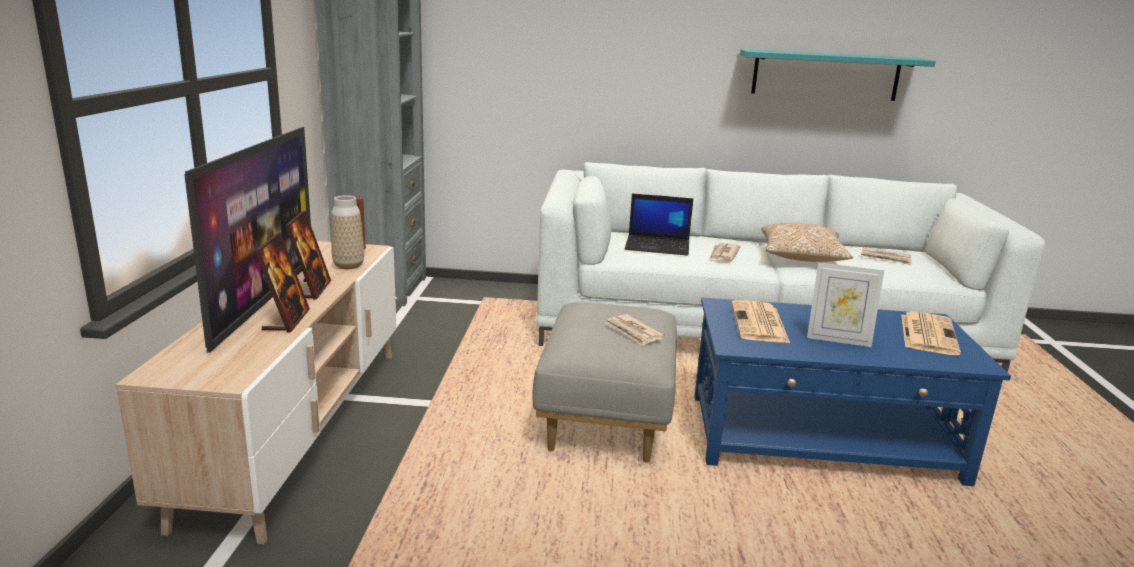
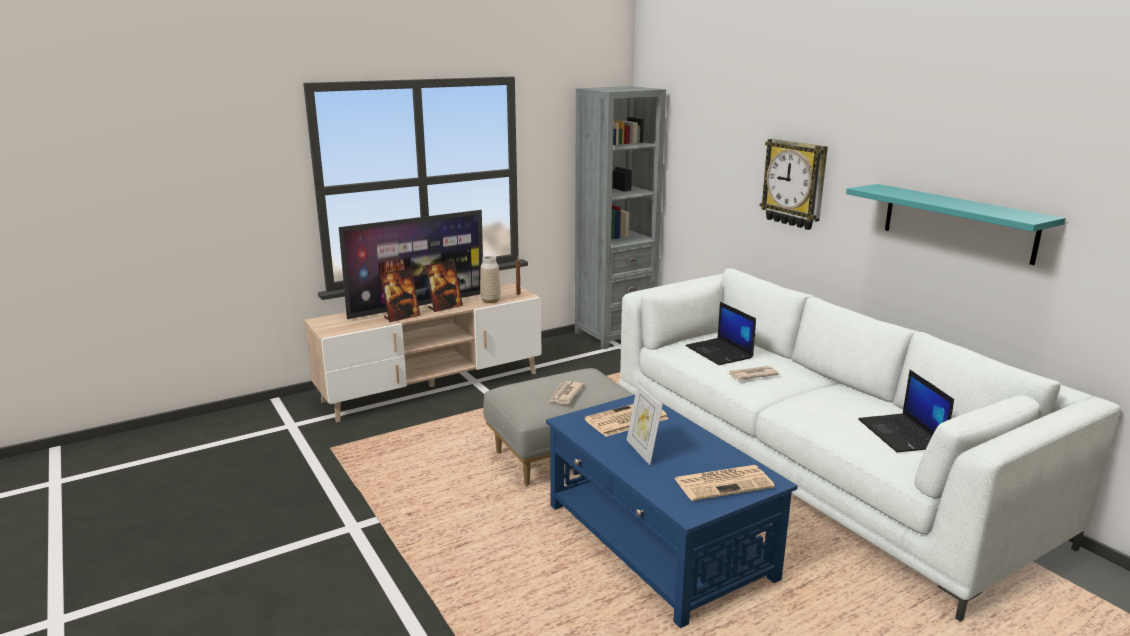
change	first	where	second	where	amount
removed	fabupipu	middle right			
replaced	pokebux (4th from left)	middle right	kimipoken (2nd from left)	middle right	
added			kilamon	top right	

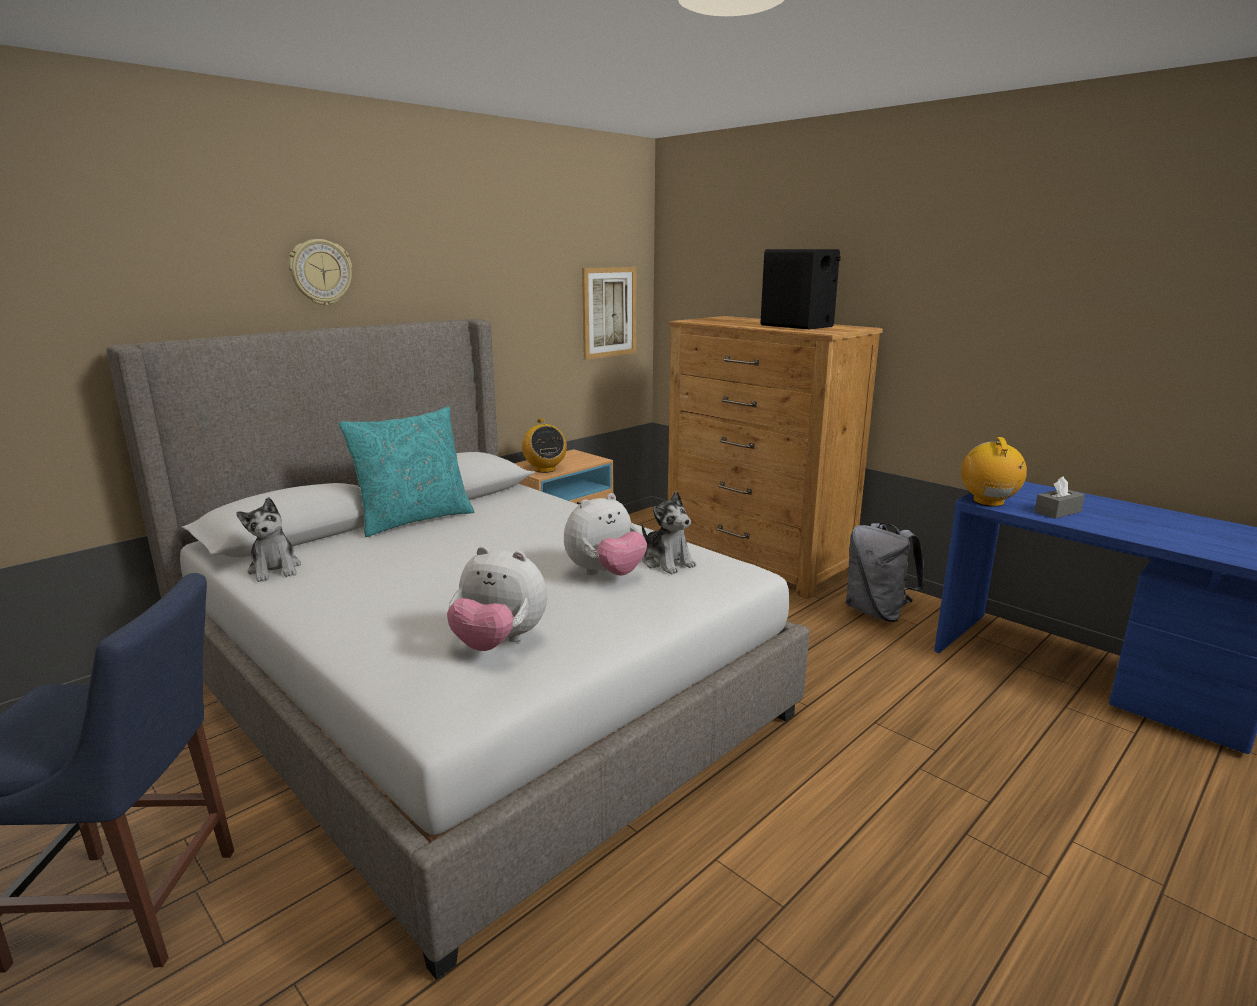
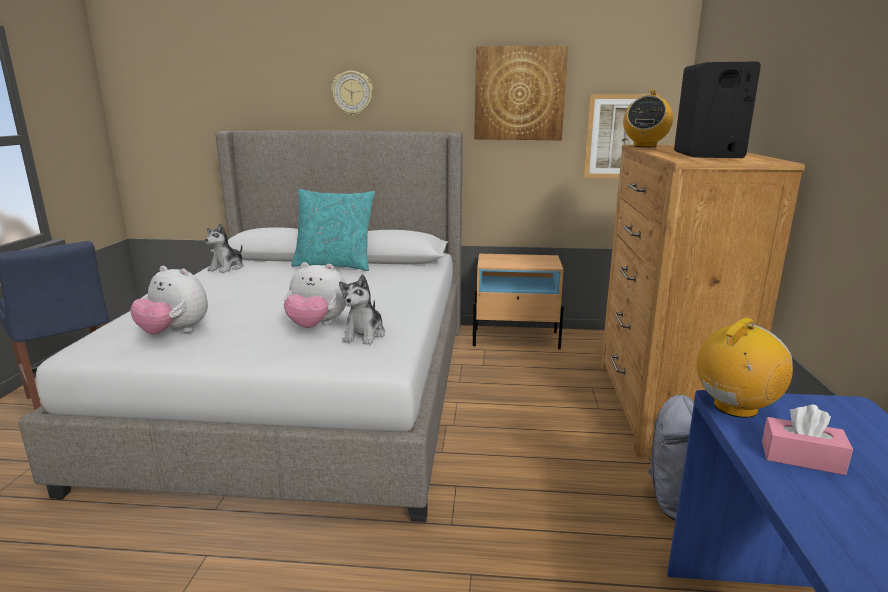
change	first	where	second	where	amount
turned	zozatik (2nd from left in the first image)	centre	zozatik (1st from left)	middle left	45 degrees counterclockwise
moved	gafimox (1st from left)	centre		top right	
recoloured	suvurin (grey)	middle right	suvurin (pink)	bottom right	
added			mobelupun (1st from left)	top centre	

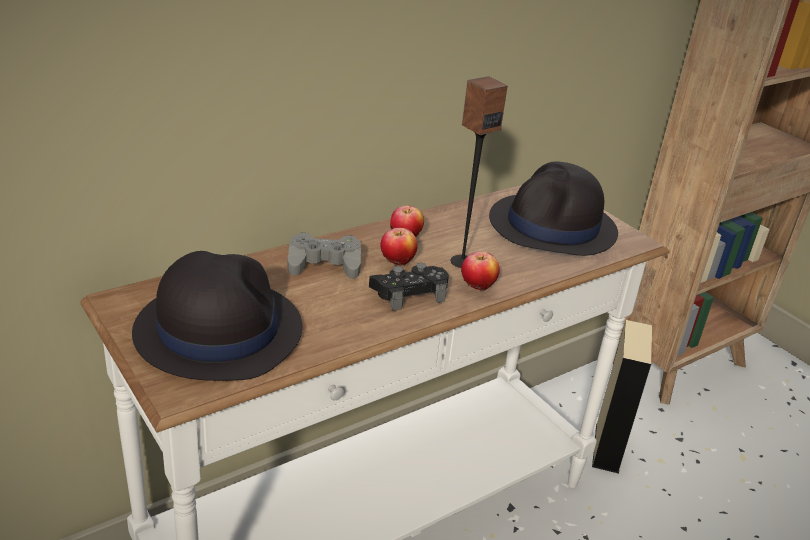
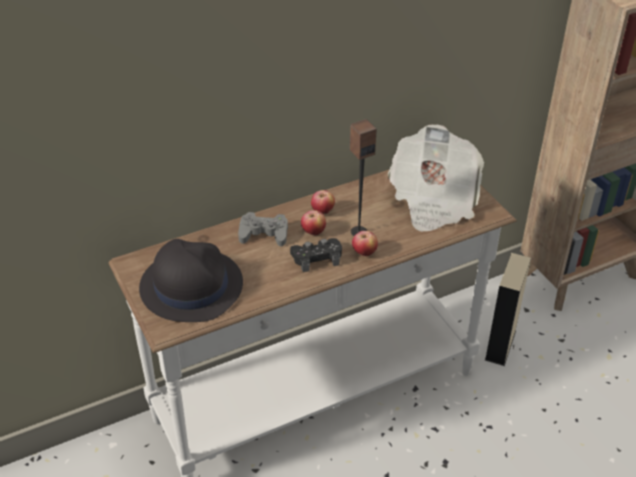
change	first	where	second	where	amount
replaced	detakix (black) (2nd from left)	middle right	pokebux	middle right	

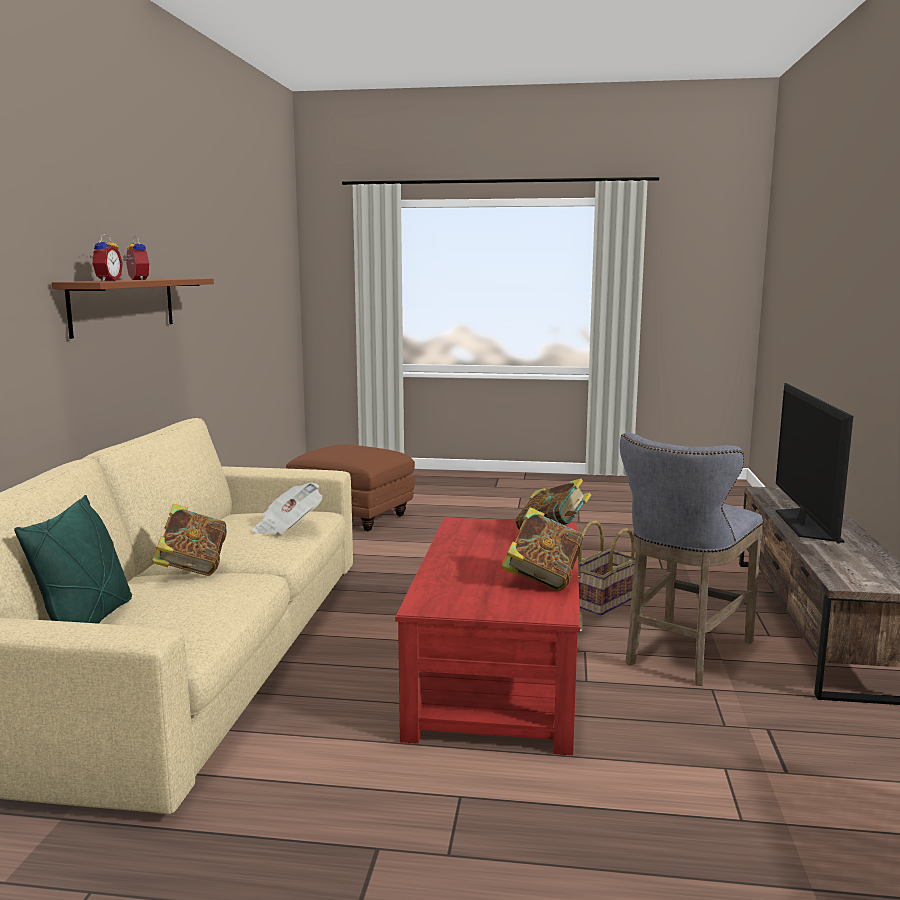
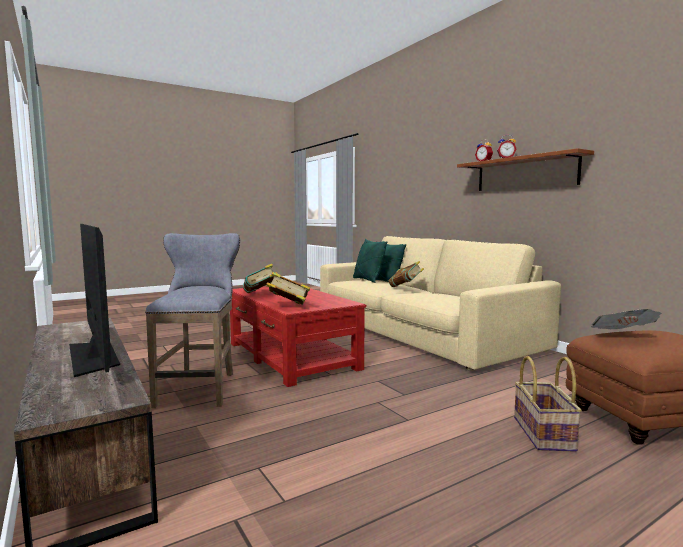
change	first	where	second	where	amount
moved	pokebux	middle left		middle right	
moved	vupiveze	middle right		bottom right	
added			fabupipu (green) (1st from left)	centre	

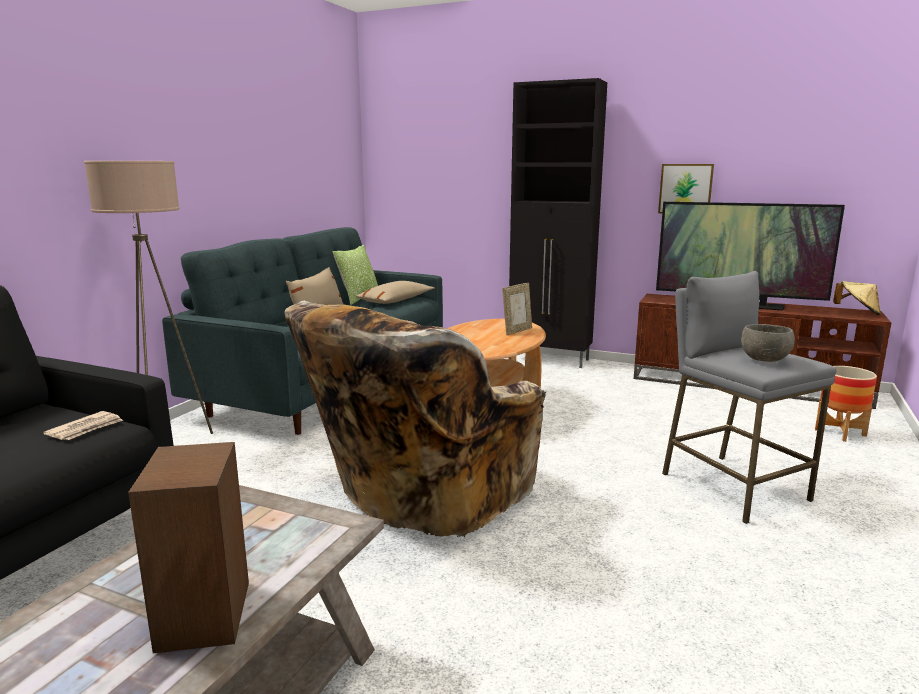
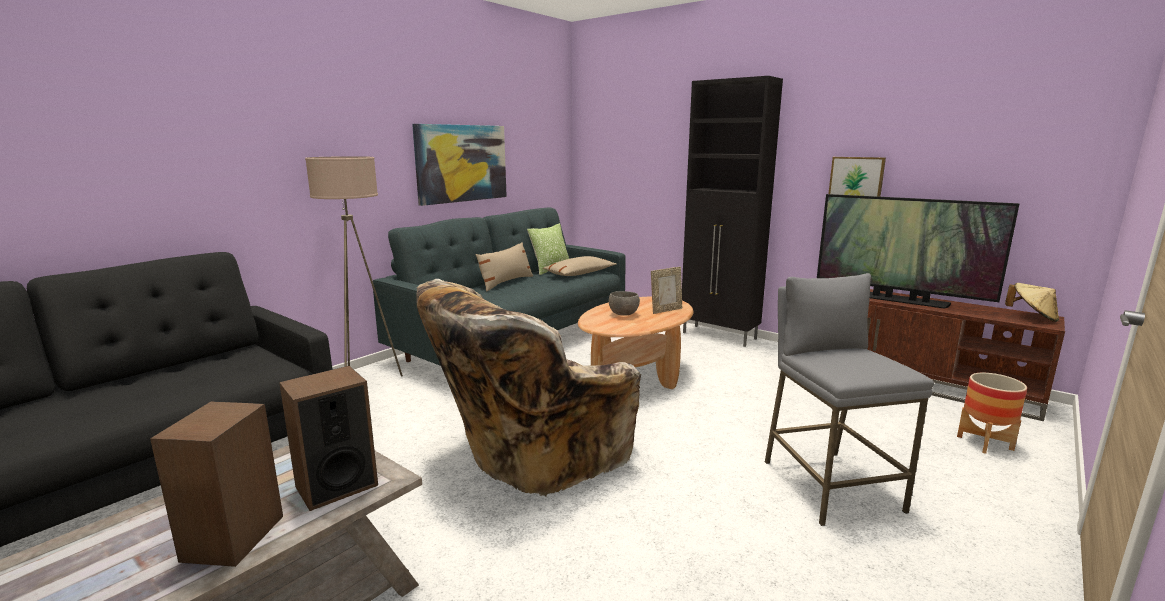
change	first	where	second	where	amount
removed	pokebux	middle left			
moved	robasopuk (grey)	middle right		centre	
added			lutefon (2nd from left)	bottom left	
added			mobelupun (1st from left)	top centre	

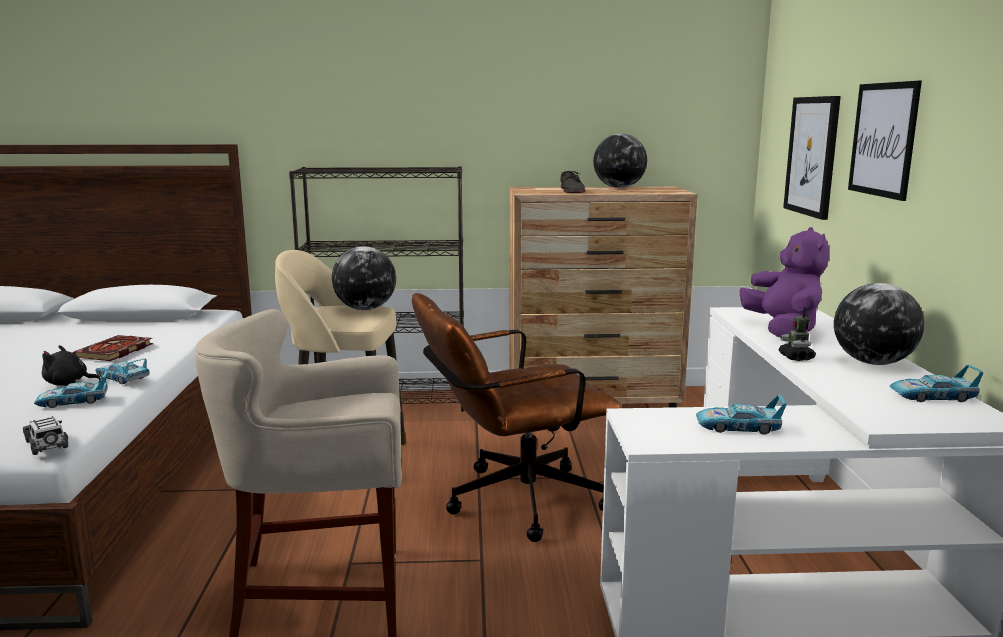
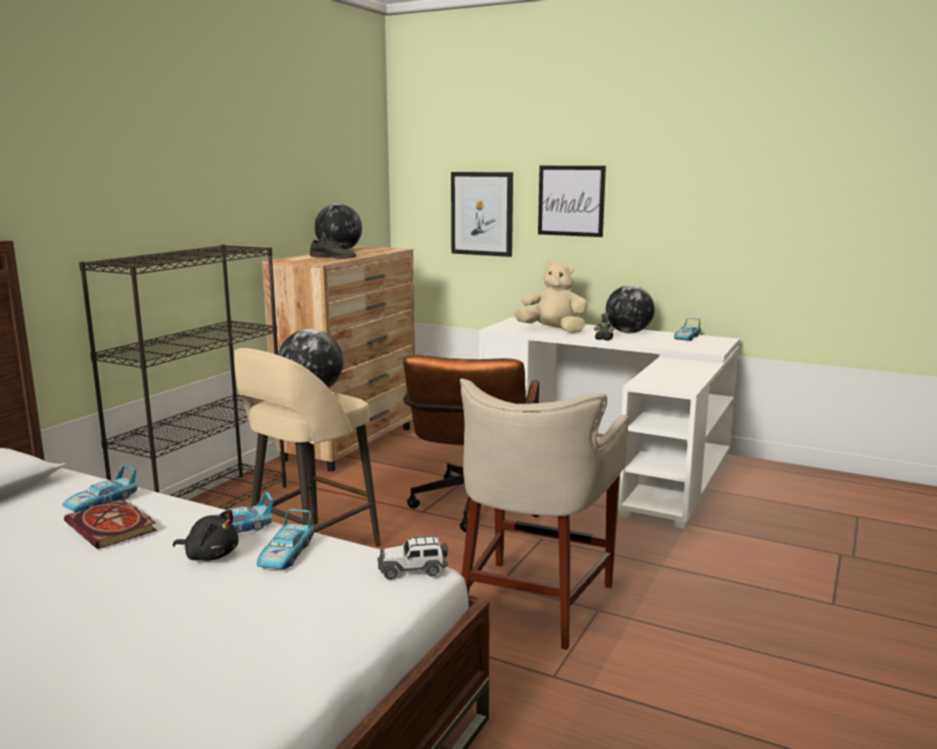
change	first	where	second	where	amount
turned	zozatik (black)	middle left		bottom left	105 degrees counterclockwise
moved	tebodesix (4th from left in the first image)	middle right	tebodesix (1st from left)	middle left	
recoloured	zozatik (purple)	middle right	zozatik (beige)	centre	

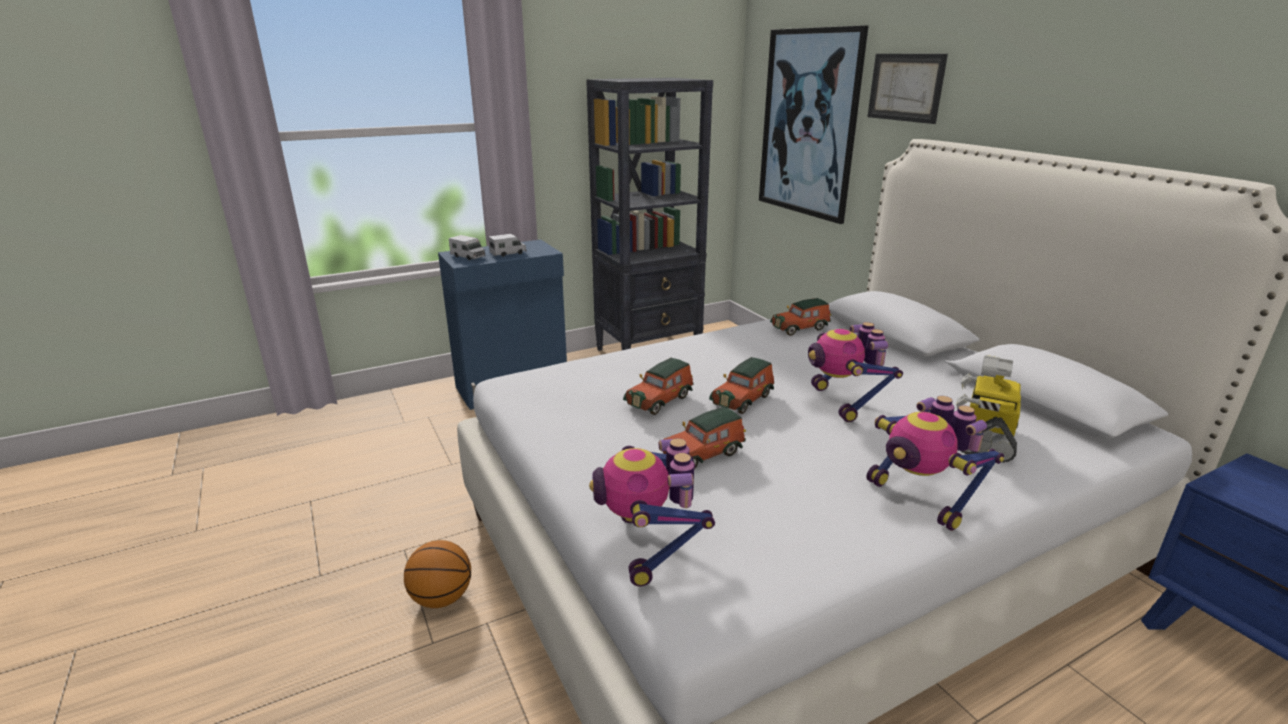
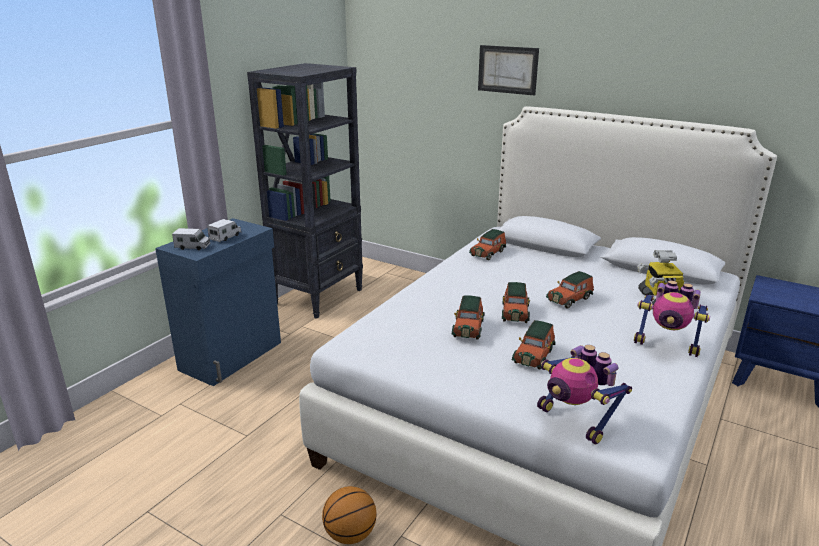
change	first	where	second	where	amount
removed	mobelupun (1st from left)	top centre			
replaced	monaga (2nd from left)	centre	tebodesix (5th from left)	middle right	

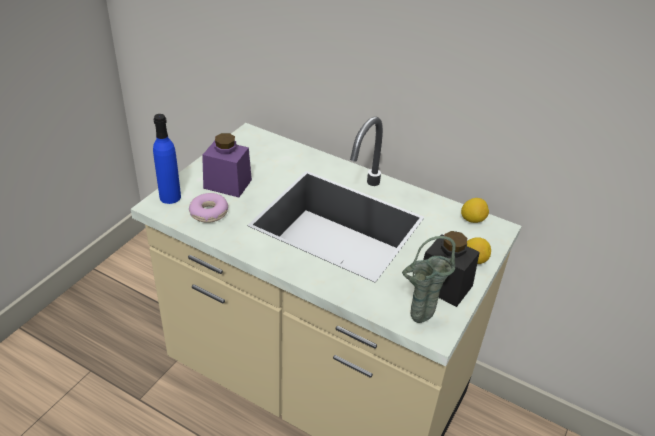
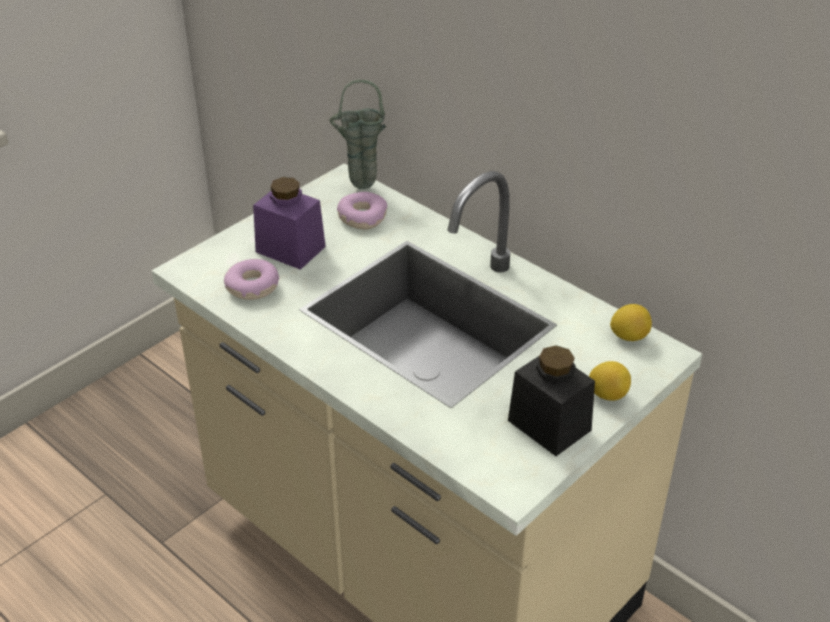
change	first	where	second	where	amount
removed	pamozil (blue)	middle left			
moved	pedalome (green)	centre		top centre	
added			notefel (2nd from left)	centre	

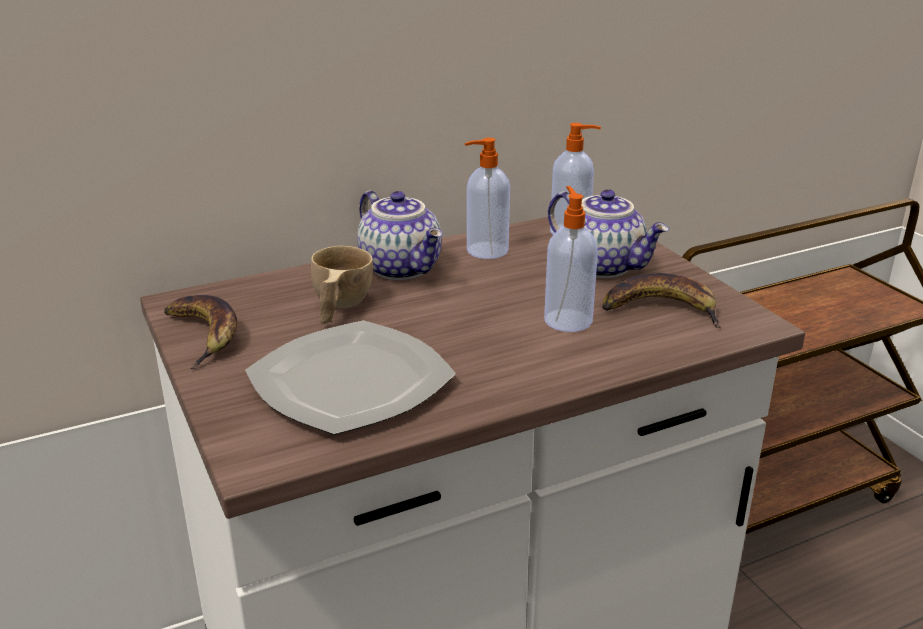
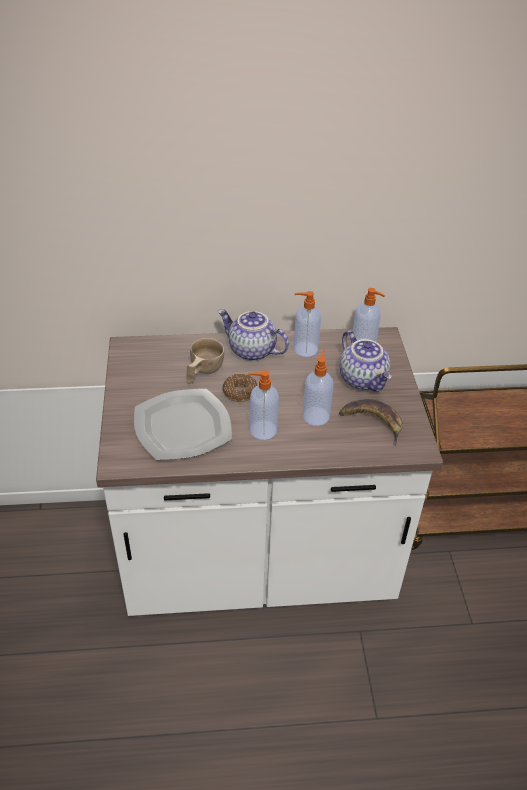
change	first	where	second	where	amount
removed	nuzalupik (1st from left)	middle left			
turned	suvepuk (1st from left)	centre		centre	135 degrees clockwise
added			notefel	centre	
added			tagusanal (1st from left)	centre	

